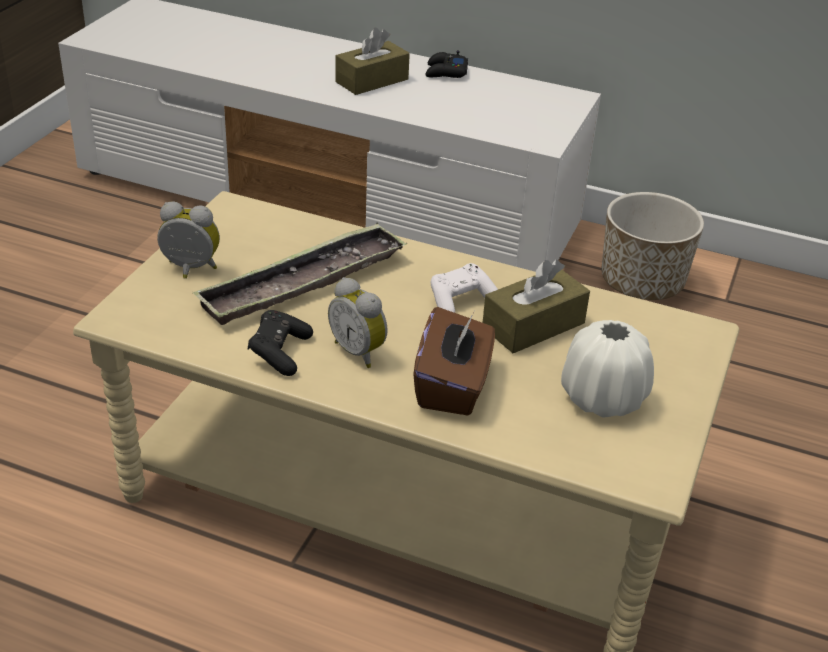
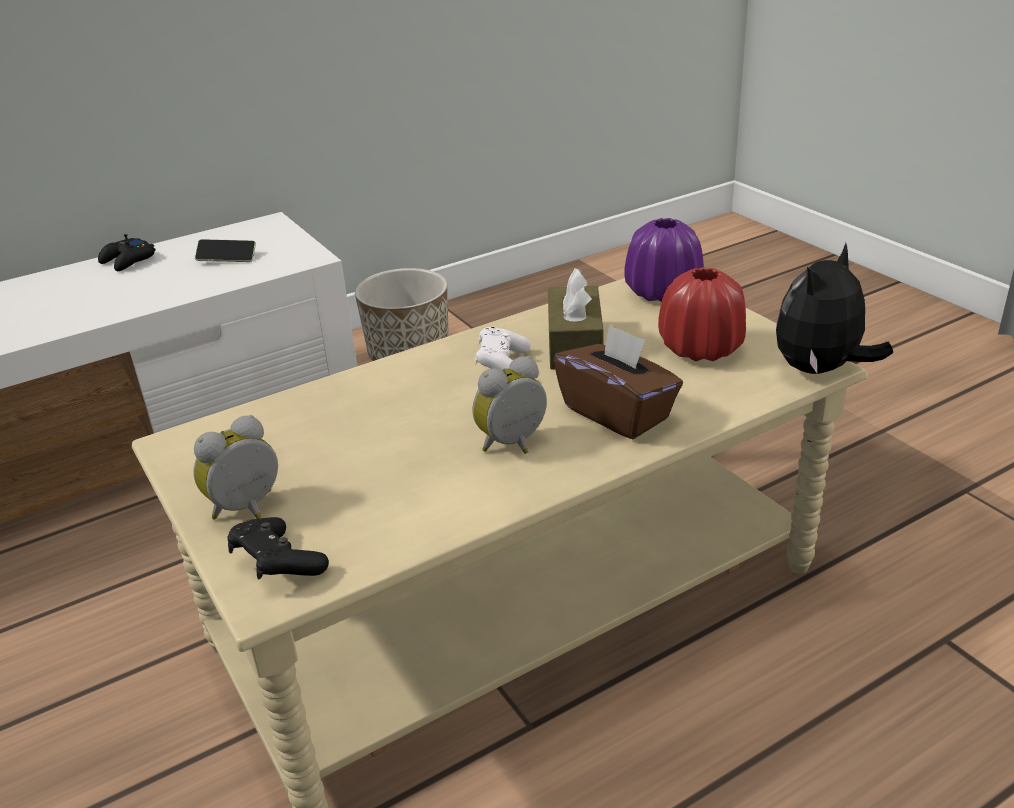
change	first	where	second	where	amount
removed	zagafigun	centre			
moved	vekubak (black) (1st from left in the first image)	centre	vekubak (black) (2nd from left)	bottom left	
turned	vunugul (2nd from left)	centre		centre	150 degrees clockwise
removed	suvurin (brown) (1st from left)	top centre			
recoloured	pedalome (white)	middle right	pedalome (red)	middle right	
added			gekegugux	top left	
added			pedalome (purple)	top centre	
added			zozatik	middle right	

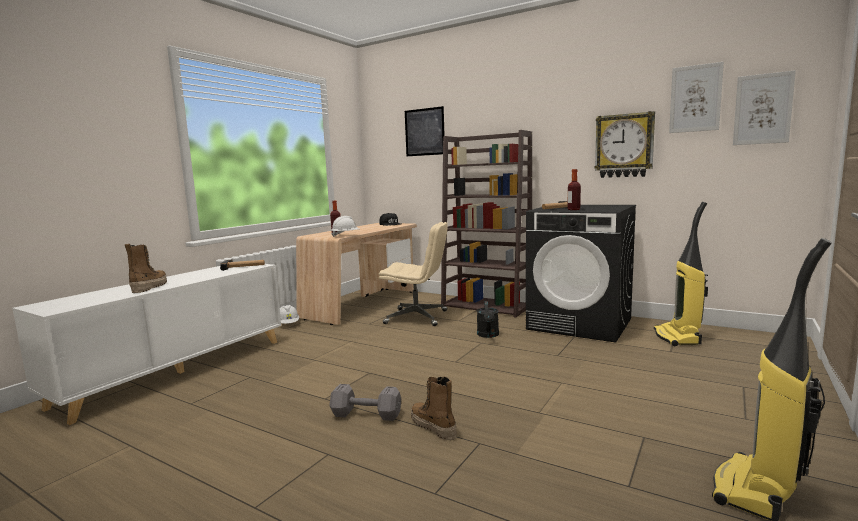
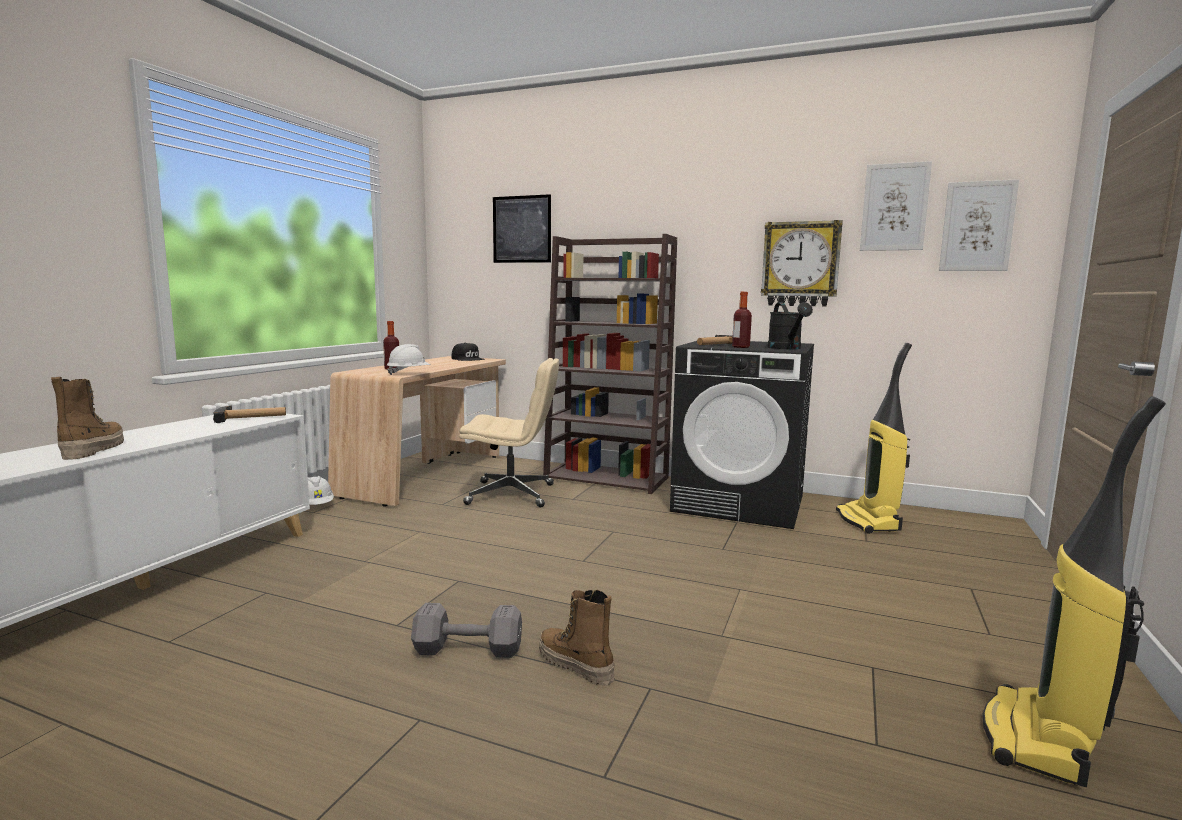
change	first	where	second	where	amount
moved	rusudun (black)	centre		middle right	

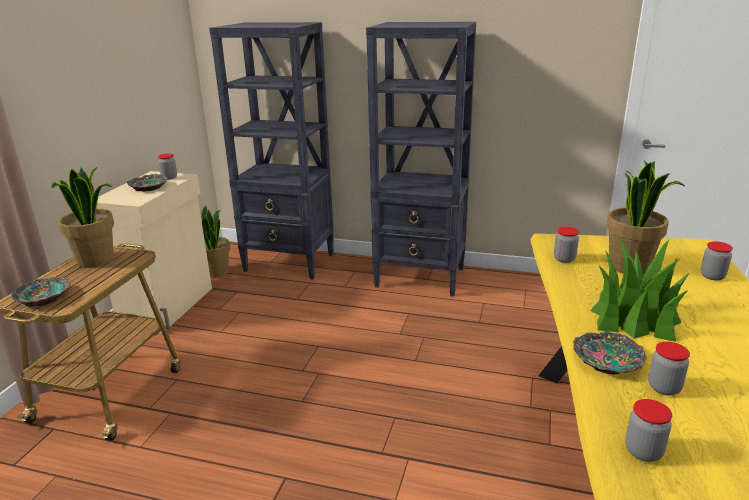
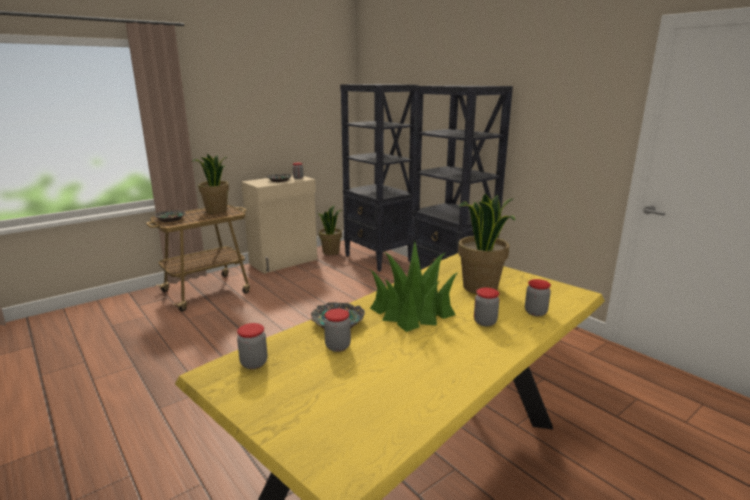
change	first	where	second	where	amount
moved	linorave (2nd from left in the first image)	middle right	linorave (4th from left)	centre	

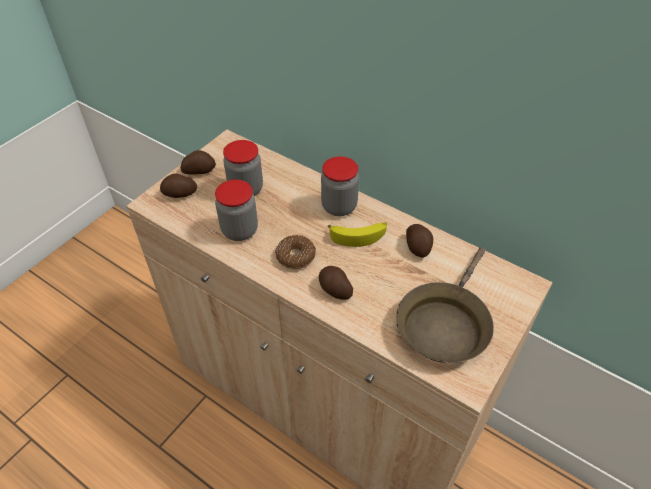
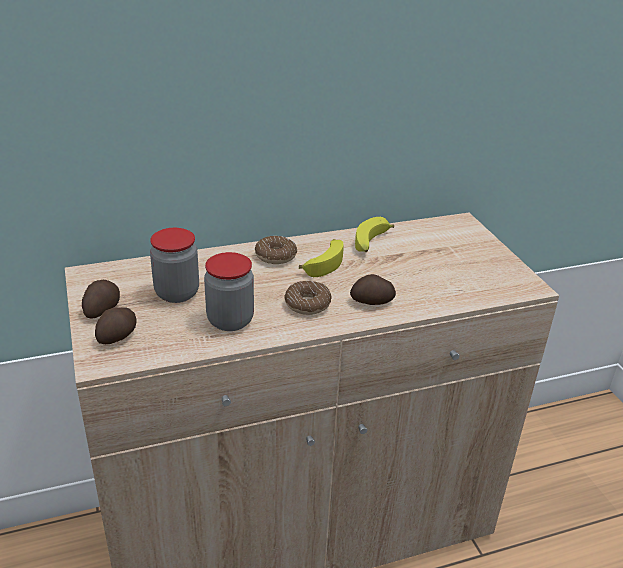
change	first	where	second	where	amount
replaced	linorave (3rd from left)	centre	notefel (1st from left)	centre	
removed	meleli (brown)	middle right			
replaced	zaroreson (4th from left)	centre	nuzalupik (2nd from left)	centre	

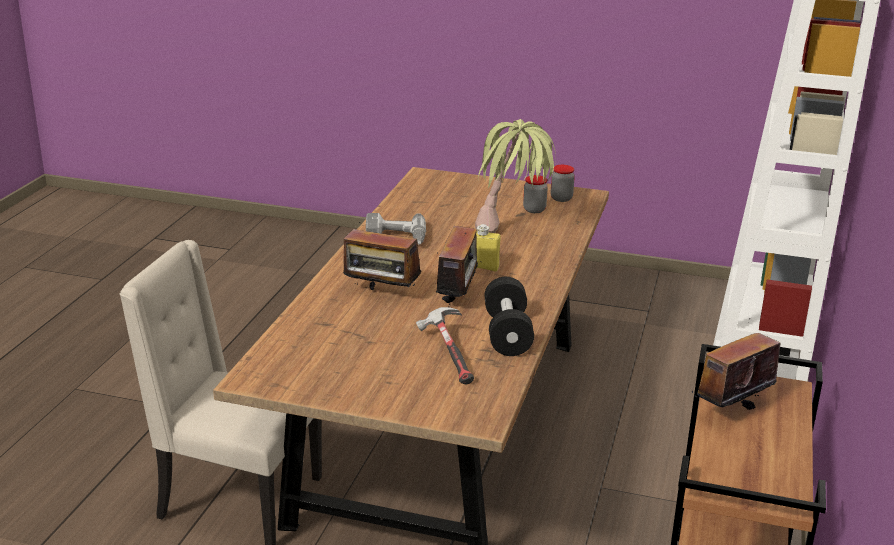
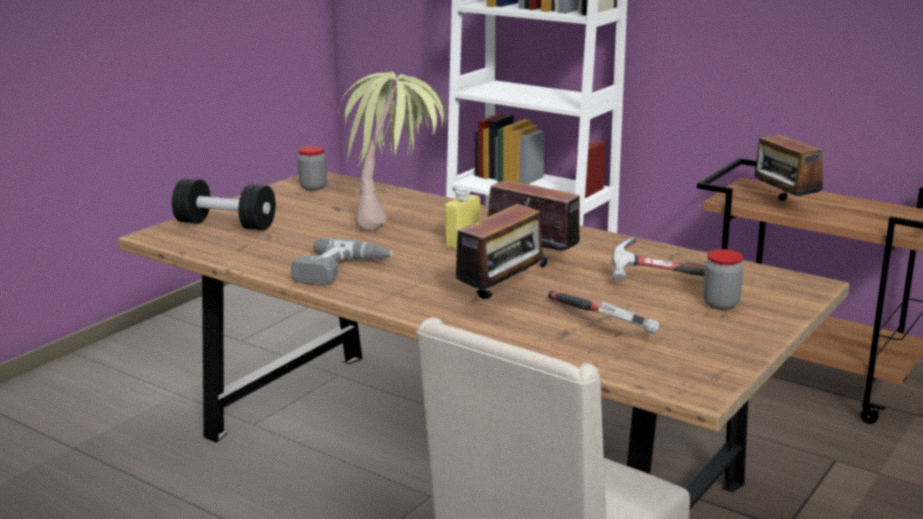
change	first	where	second	where	amount
moved	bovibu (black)	centre		middle left	
moved	linorave (1st from left in the first image)	centre	linorave (2nd from left)	middle right	
added			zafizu (1st from left)	centre	

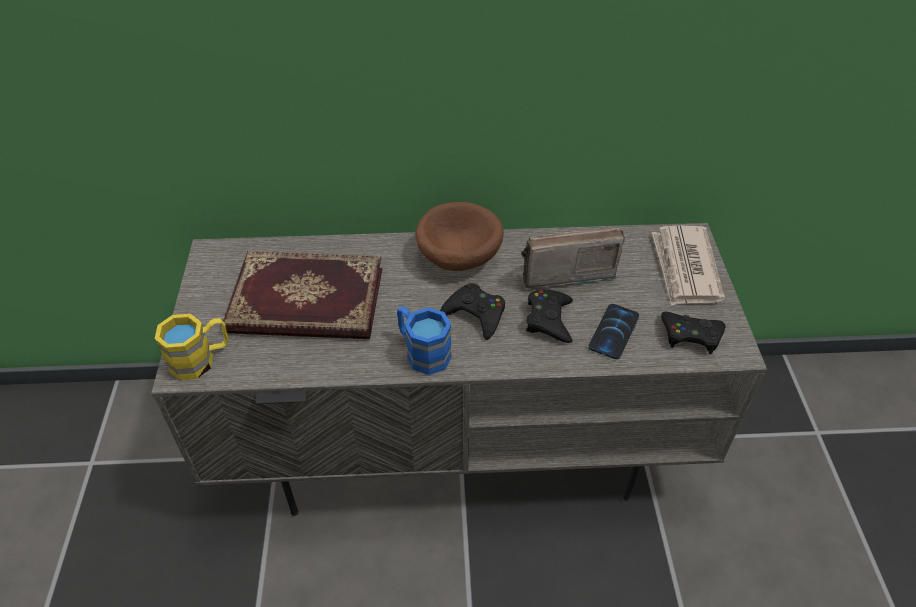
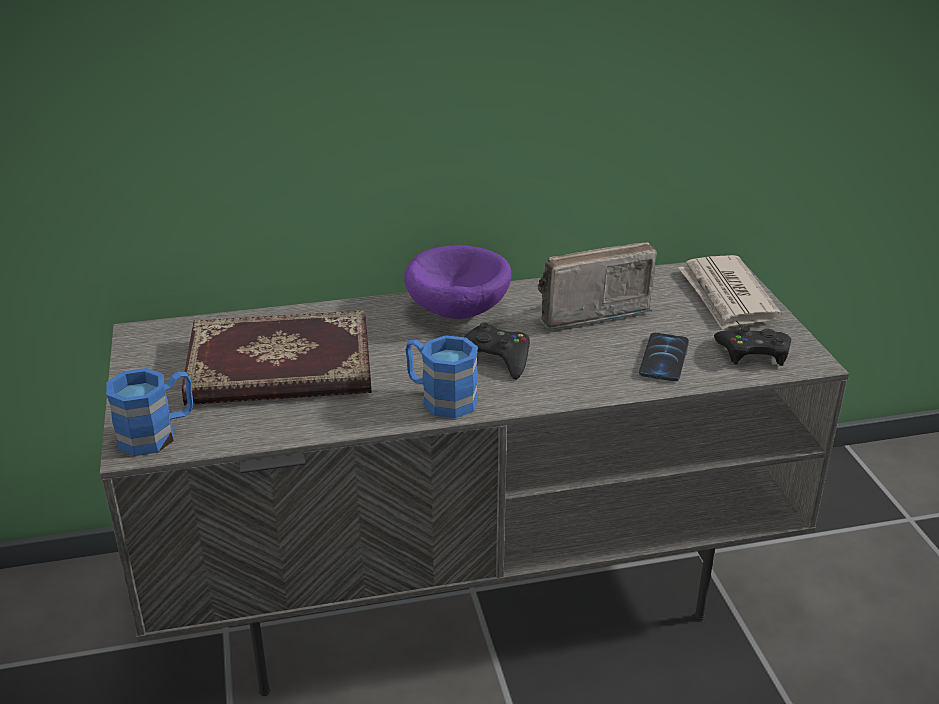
change	first	where	second	where	amount
recoloured	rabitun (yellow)	middle left	rabitun (blue) (1st from left)	middle left	
recoloured	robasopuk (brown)	centre	robasopuk (purple)	centre	
removed	vekubak (black) (2nd from left)	centre			

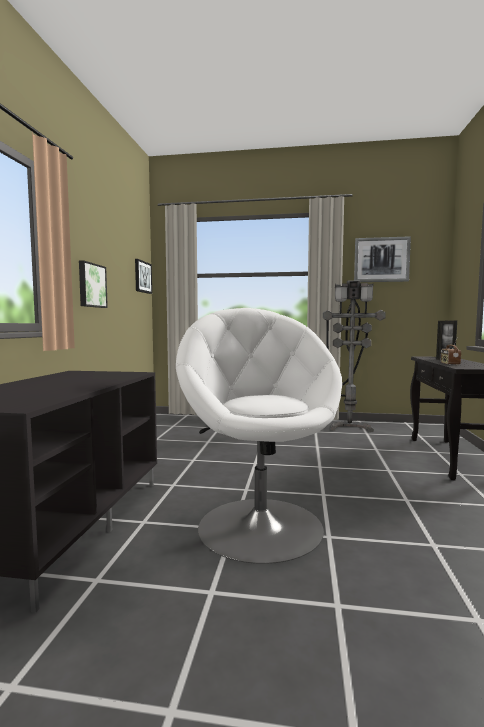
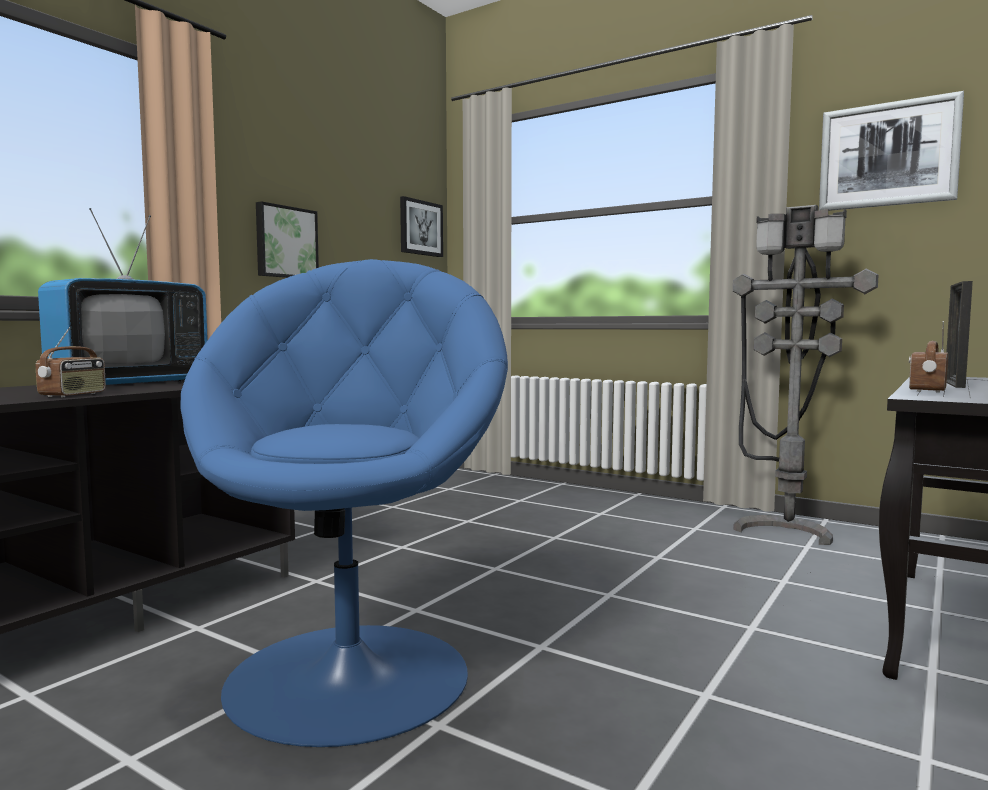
change	first	where	second	where	amount
recoloured	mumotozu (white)	centre	mumotozu (blue)	centre	
added			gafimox (1st from left)	middle left	
added			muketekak	middle left	

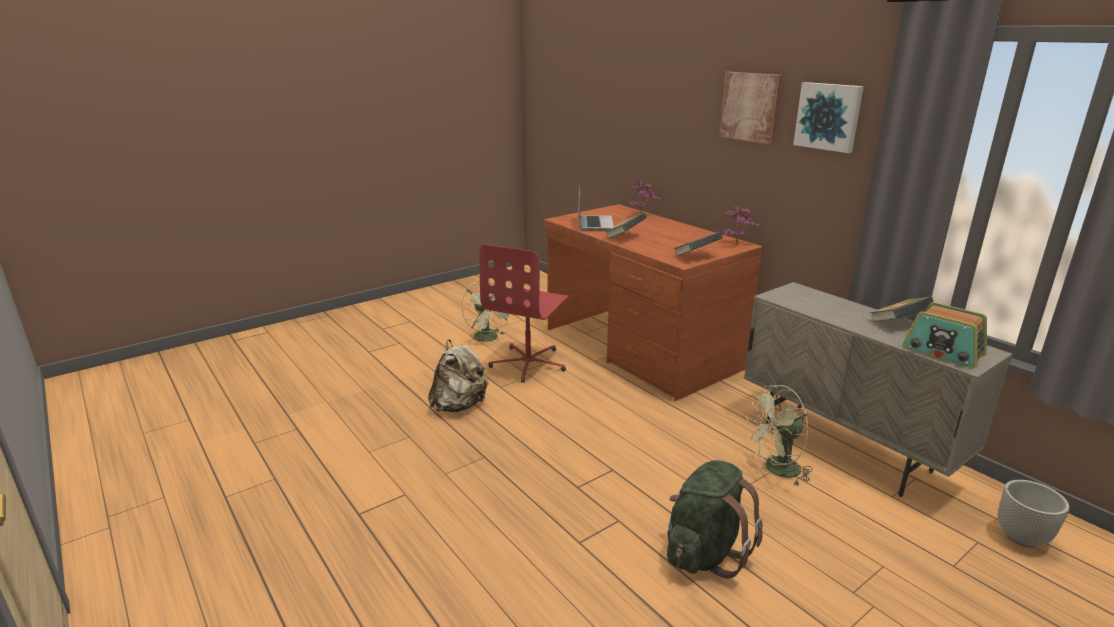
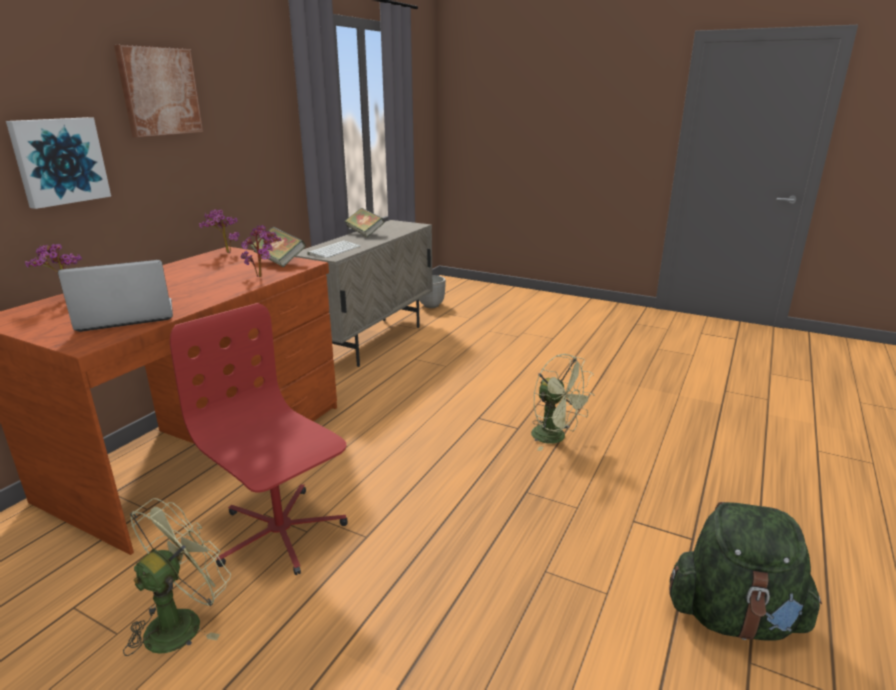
change	first	where	second	where	amount
removed	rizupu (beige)	centre			
turned	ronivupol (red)	centre		middle left	135 degrees counterclockwise
removed	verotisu (1st from left)	centre			
moved	rizupu (green)	bottom centre		bottom right	
moved	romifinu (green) (2nd from left)	bottom right		centre	
moved	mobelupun (2nd from left in the first image)	top right	mobelupun (1st from left)	top left	
removed	gafimox	middle right			
added			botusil (3rd from left)	middle left	
added			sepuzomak	centre	

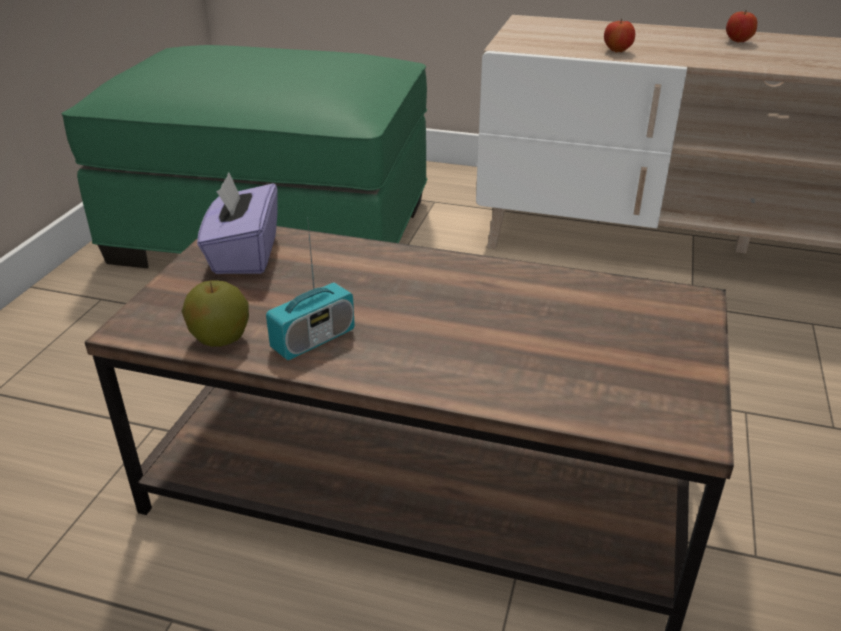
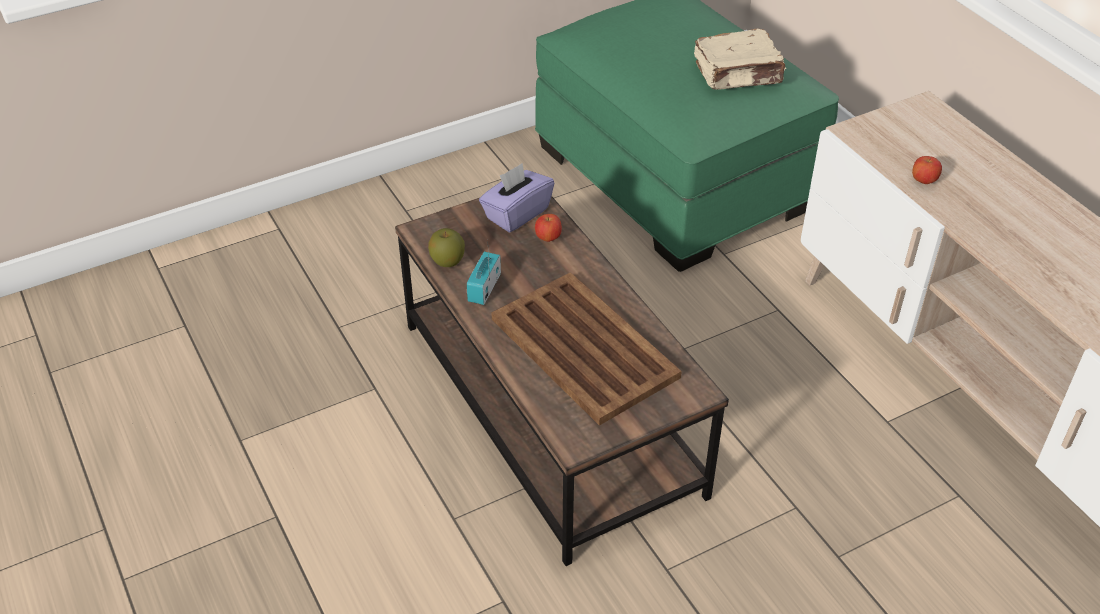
change	first	where	second	where	amount
turned	gafimox	centre		centre	105 degrees clockwise
moved	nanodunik (3rd from left in the first image)	top right	nanodunik (2nd from left)	centre	
added			zagafigun (brown)	centre	
added			verotisu (beige)	top right	

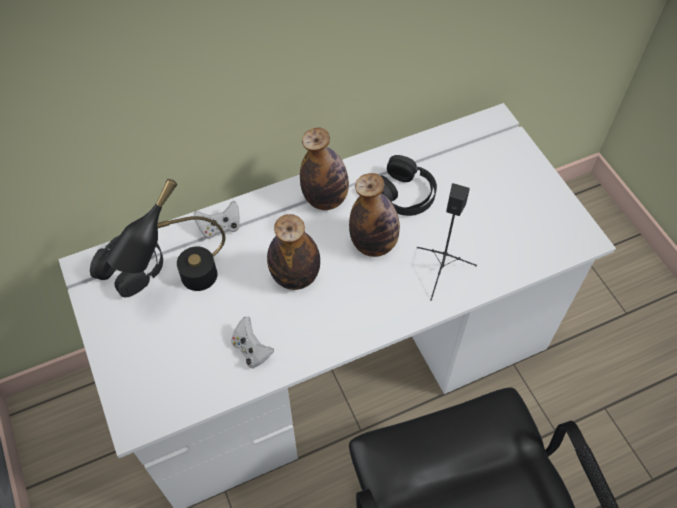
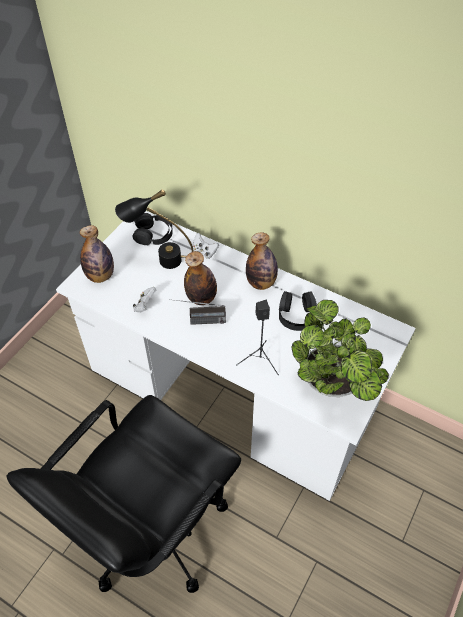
change	first	where	second	where	amount
moved	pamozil (3rd from left in the first image)	centre	pamozil (1st from left)	middle left	
added			gafimox	centre	
added			botusil	middle right	

